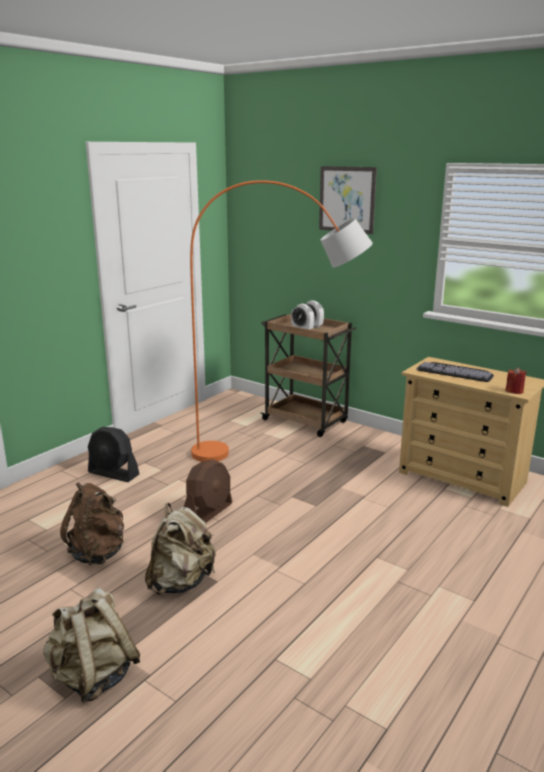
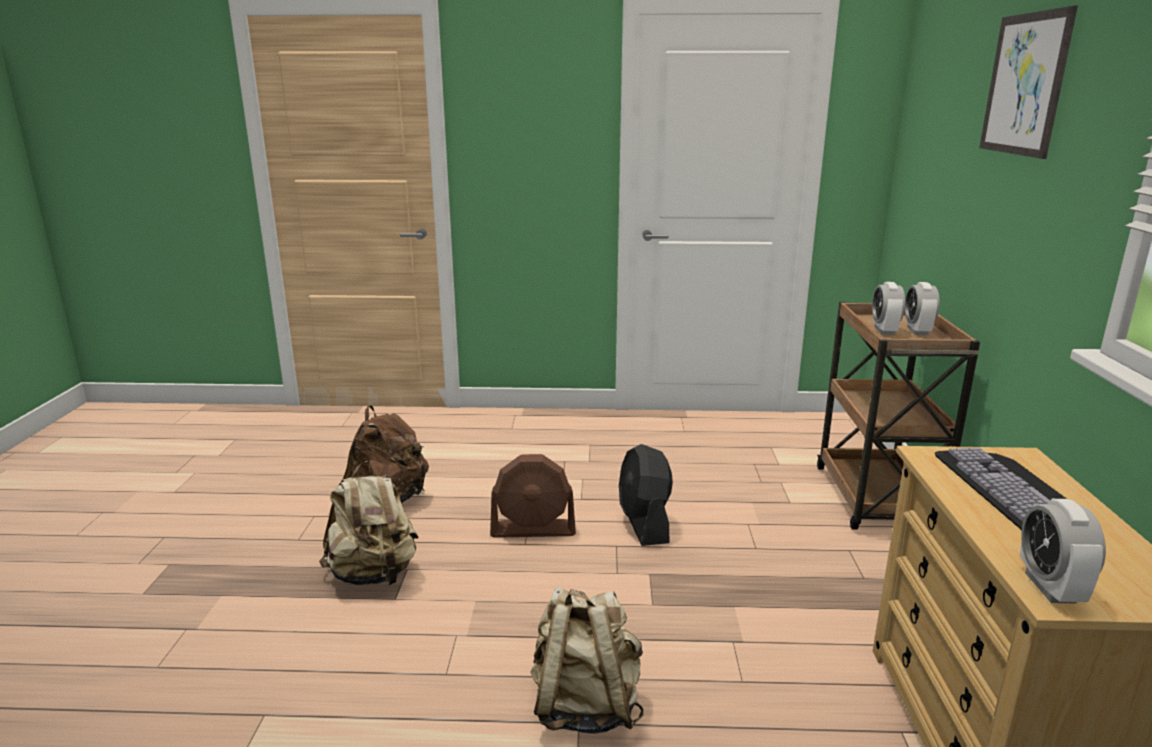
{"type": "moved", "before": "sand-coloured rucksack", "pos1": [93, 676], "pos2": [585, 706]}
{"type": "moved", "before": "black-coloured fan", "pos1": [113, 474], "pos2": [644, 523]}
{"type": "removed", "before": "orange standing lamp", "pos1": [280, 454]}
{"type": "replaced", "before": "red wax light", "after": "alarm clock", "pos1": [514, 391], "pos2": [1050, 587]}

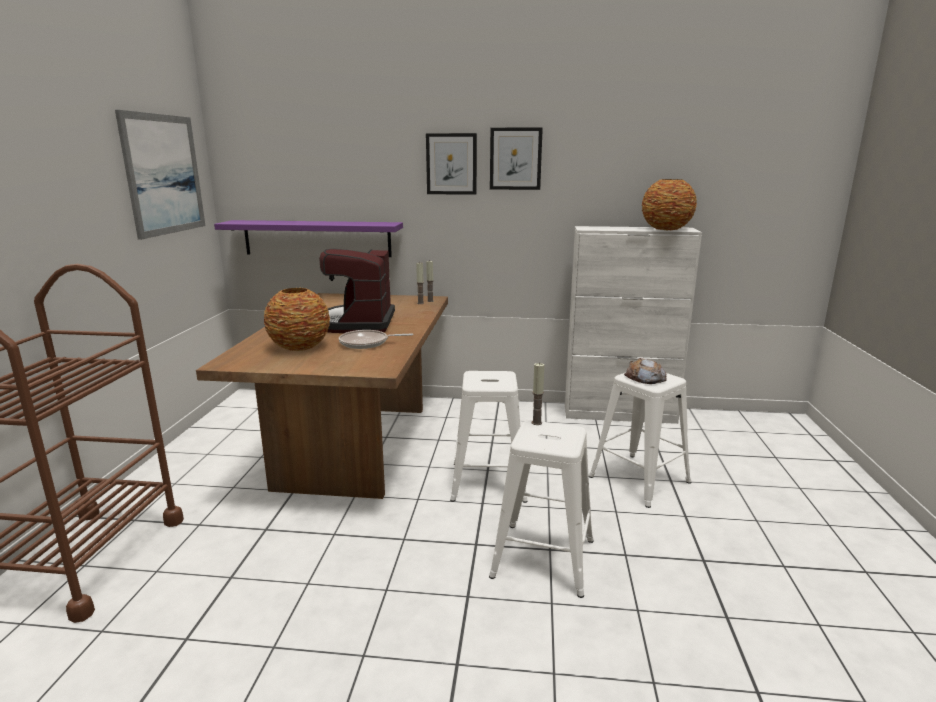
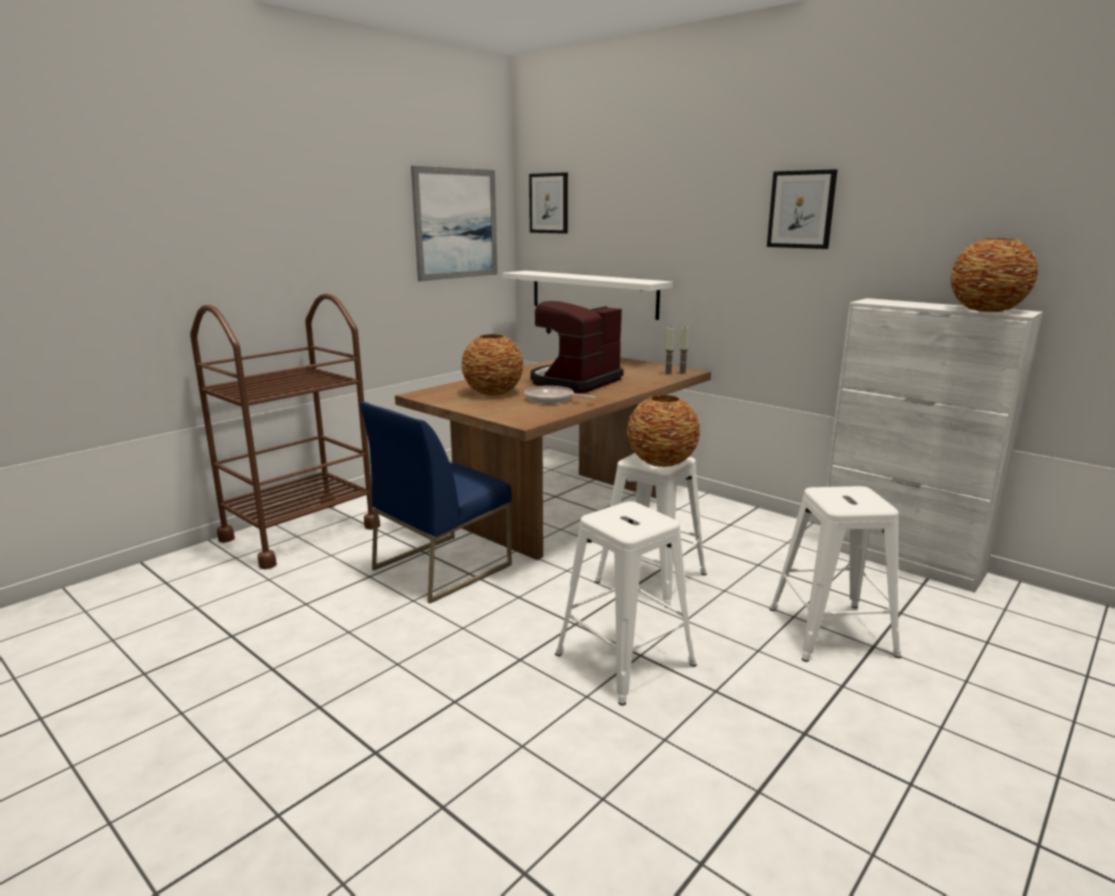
{"type": "recoloured", "before": "purple-coloured wall shelf", "after": "whitish wall shelf", "pos1": [317, 238], "pos2": [593, 294]}
{"type": "moved", "before": "wall picture", "pos1": [451, 164], "pos2": [549, 203]}
{"type": "removed", "before": "wax light", "pos1": [536, 422]}
{"type": "removed", "before": "bakery bread", "pos1": [645, 377]}
{"type": "added", "after": "blue chair", "pos2": [442, 566]}
{"type": "added", "after": "decorative vase", "pos2": [662, 462]}

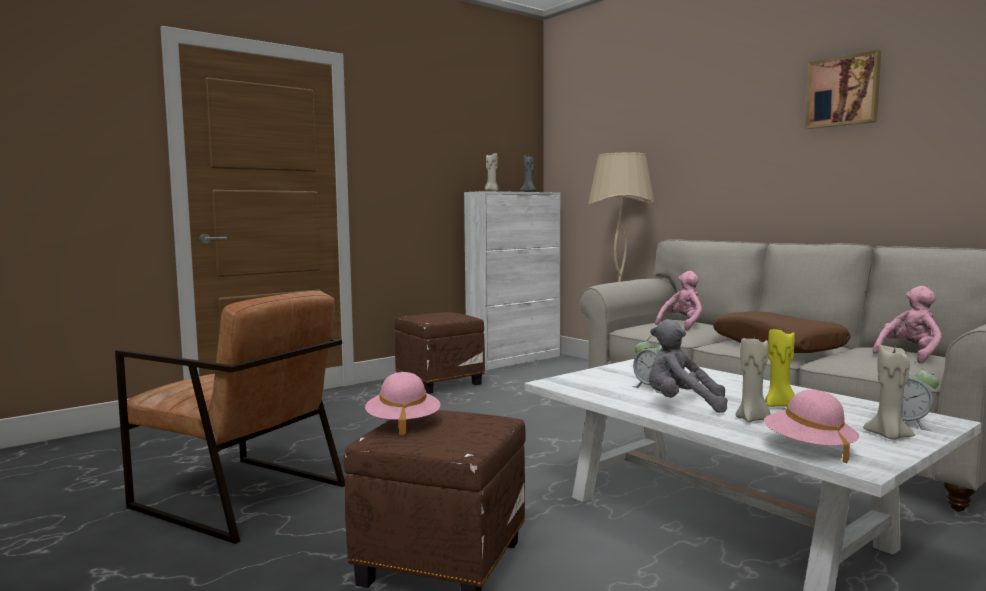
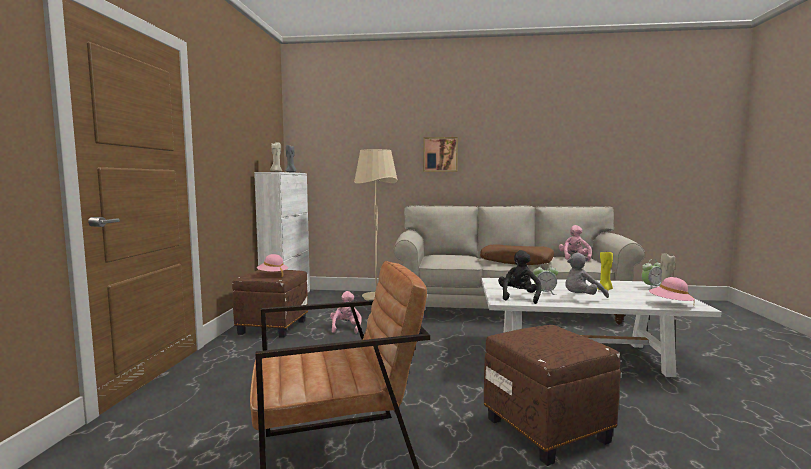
{"type": "moved", "before": "pinkish hat", "pos1": [403, 424], "pos2": [272, 275]}
{"type": "moved", "before": "pinkish soft toy", "pos1": [682, 325], "pos2": [346, 328]}
{"type": "removed", "before": "sand-coloured wax light", "pos1": [752, 419]}
{"type": "moved", "before": "wall picture", "pos1": [843, 91], "pos2": [440, 154]}
{"type": "added", "after": "black-coloured soft toy", "pos2": [519, 297]}

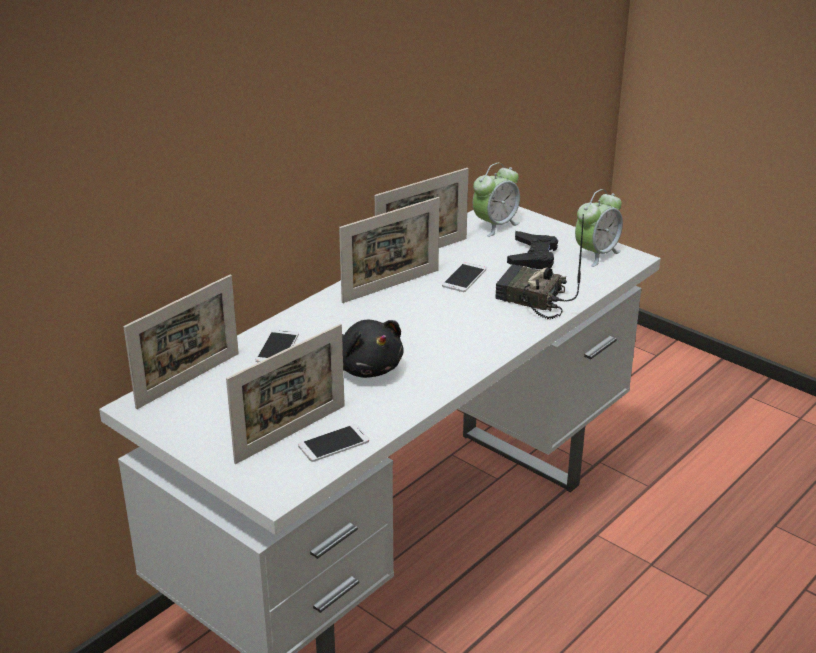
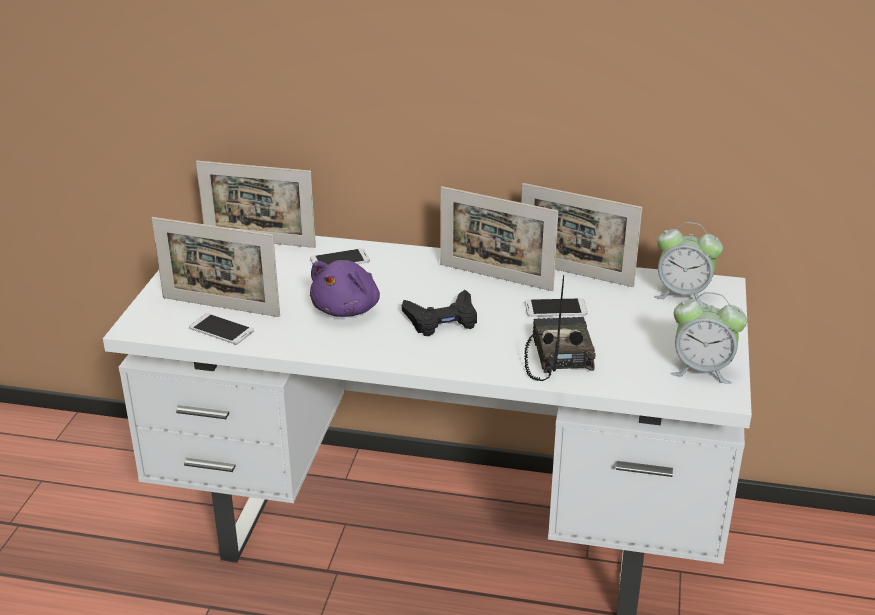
{"type": "recoloured", "before": "black-coloured soft toy", "after": "purple-coloured soft toy", "pos1": [367, 367], "pos2": [348, 308]}
{"type": "moved", "before": "black-coloured gamepad", "pos1": [533, 256], "pos2": [442, 320]}

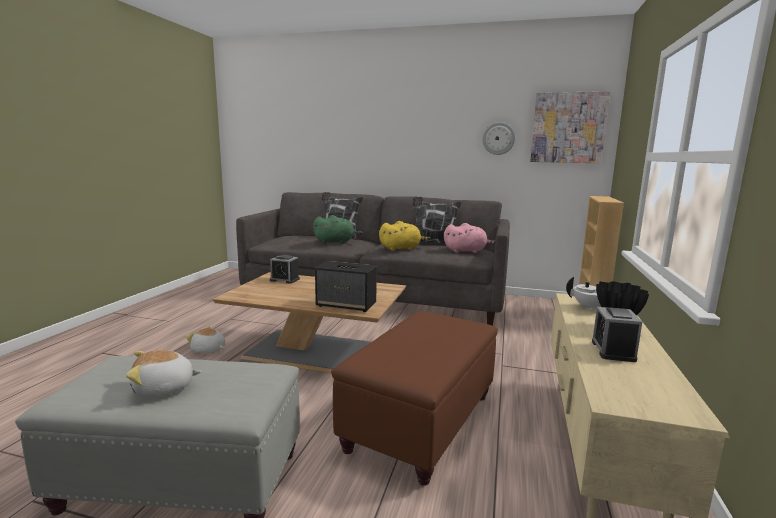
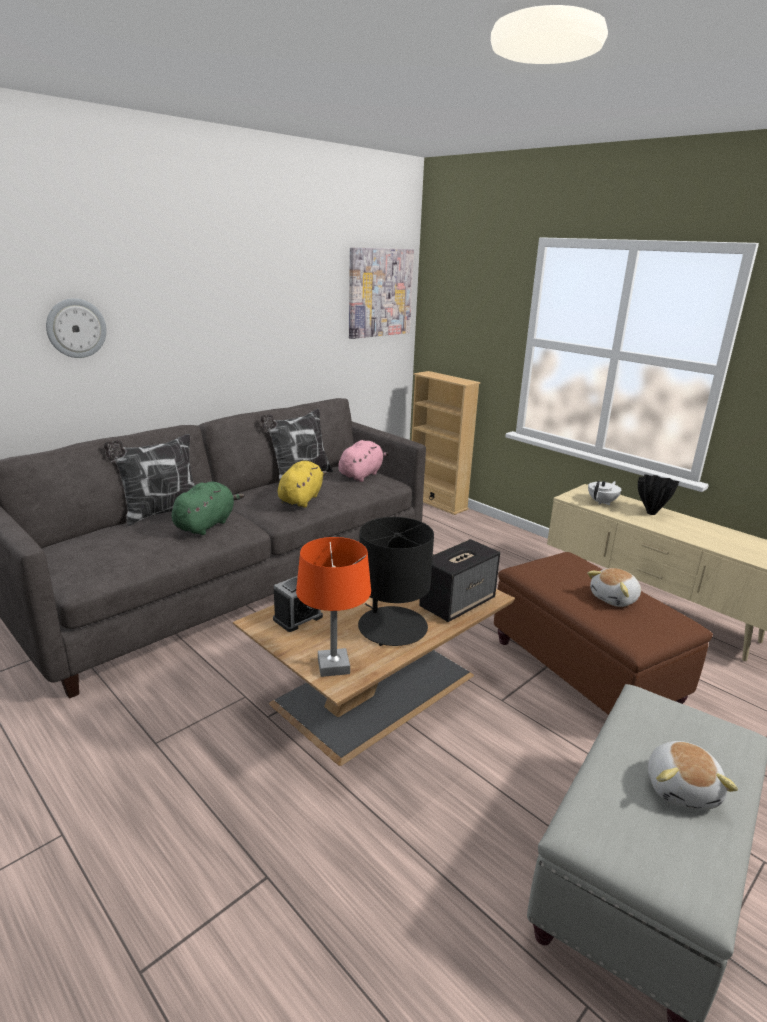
{"type": "moved", "before": "soft toy", "pos1": [208, 350], "pos2": [615, 599]}
{"type": "moved", "before": "wall clock", "pos1": [498, 138], "pos2": [76, 328]}
{"type": "removed", "before": "alarm clock", "pos1": [613, 351]}
{"type": "added", "after": "orange lamp for a table", "pos2": [334, 666]}
{"type": "added", "after": "black-coloured lamp for a table", "pos2": [392, 627]}

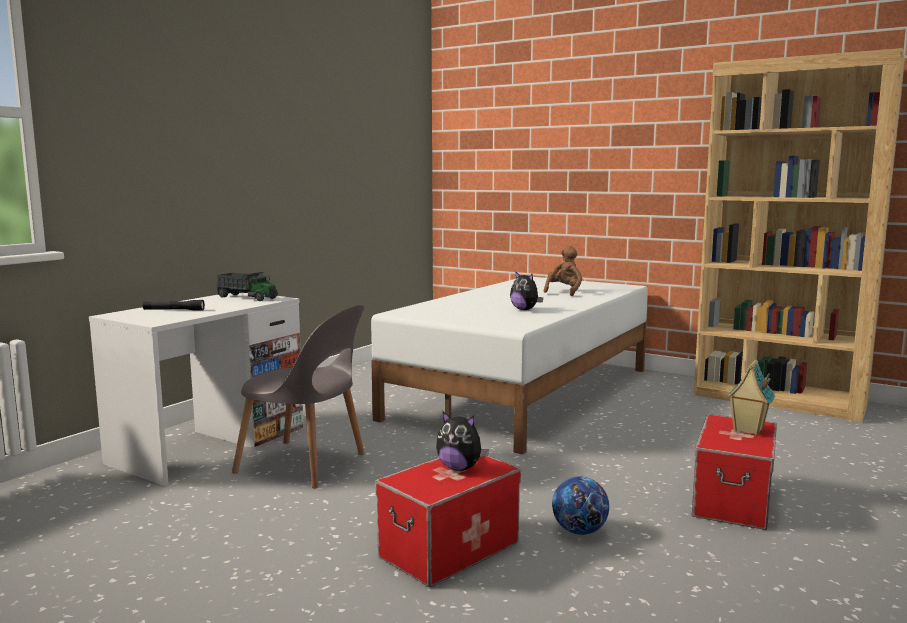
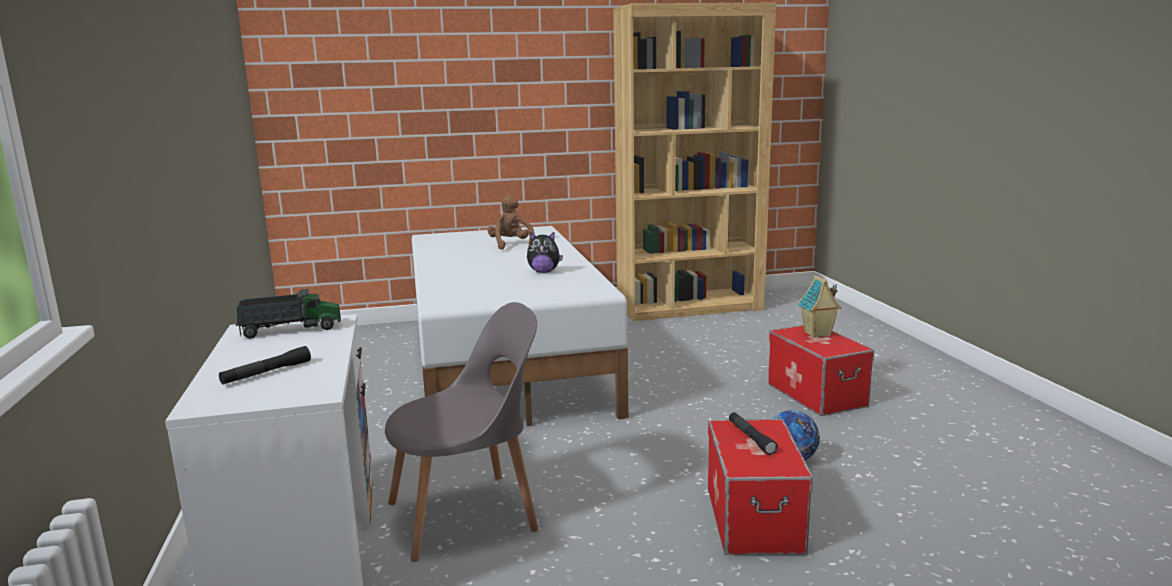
{"type": "replaced", "before": "soft toy", "after": "black-coloured torch", "pos1": [460, 468], "pos2": [751, 438]}

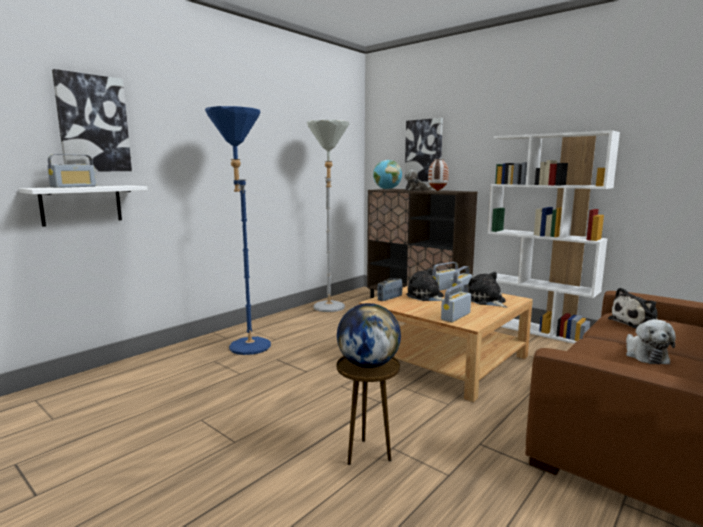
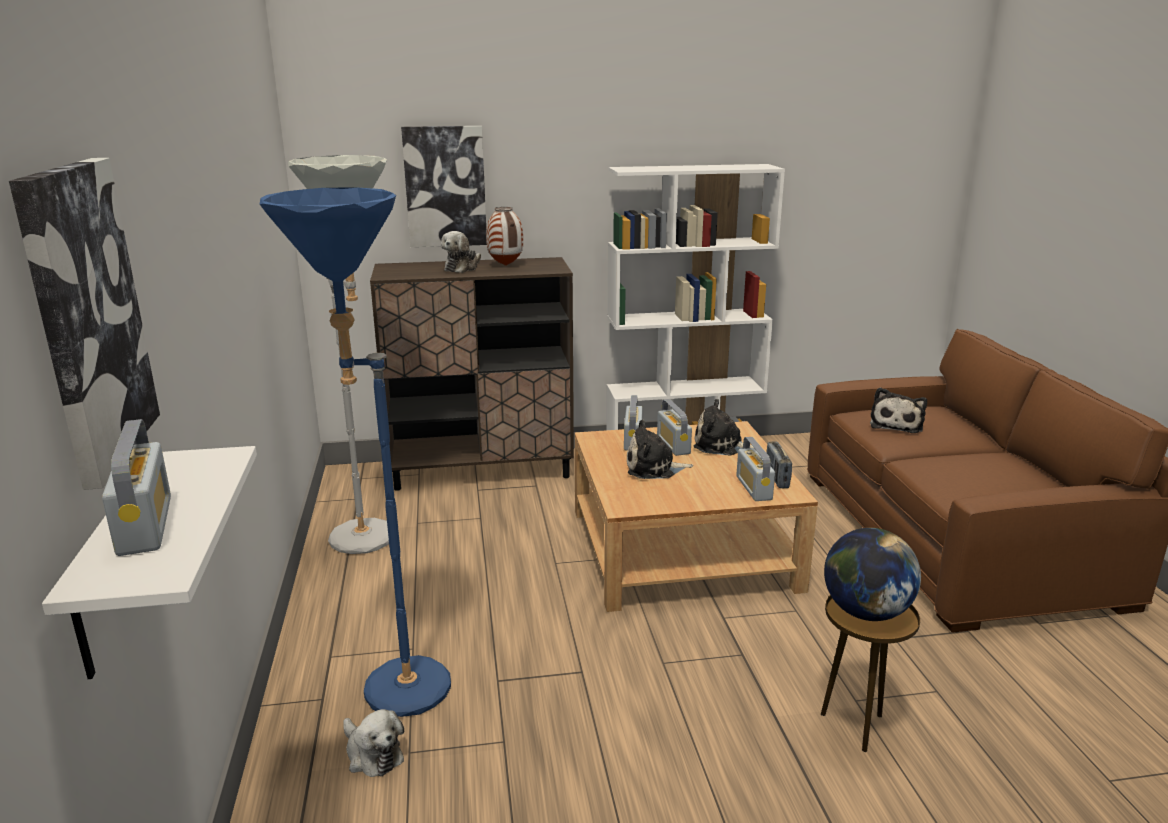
{"type": "removed", "before": "desk globe", "pos1": [387, 189]}
{"type": "moved", "before": "radio", "pos1": [389, 298], "pos2": [776, 478]}
{"type": "moved", "before": "soft toy", "pos1": [645, 355], "pos2": [372, 754]}

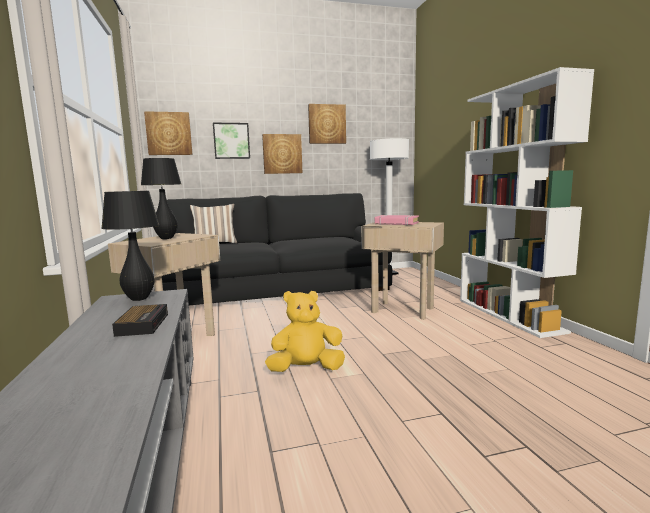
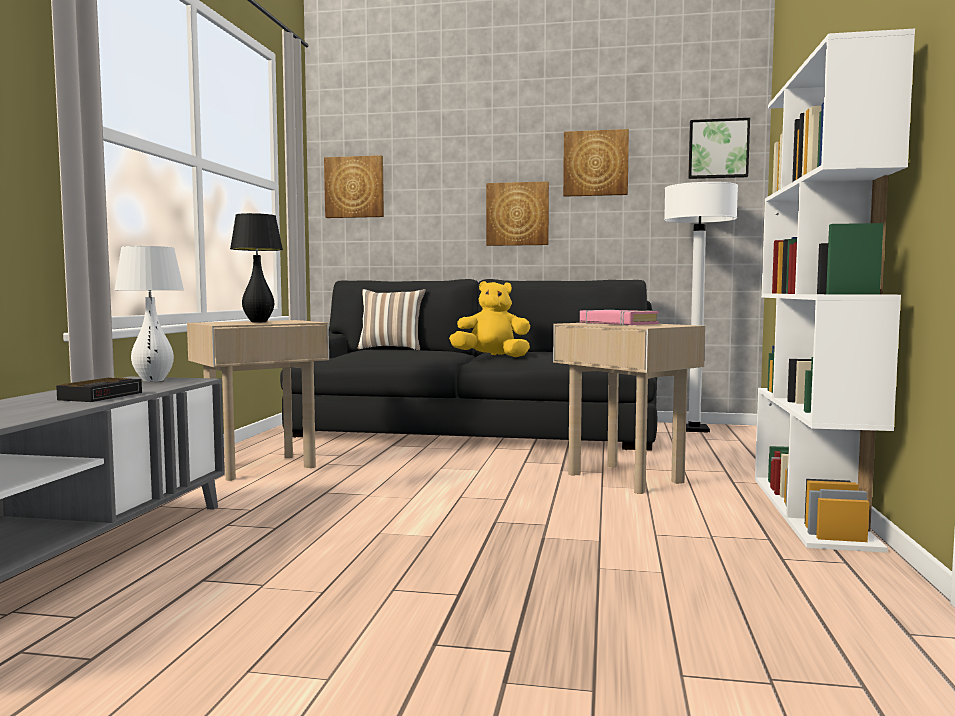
{"type": "recoloured", "before": "black-coloured lamp for a table", "after": "whitish lamp for a table", "pos1": [139, 299], "pos2": [153, 381]}
{"type": "moved", "before": "wall picture", "pos1": [231, 141], "pos2": [718, 149]}
{"type": "moved", "before": "yellow-coloured soft toy", "pos1": [306, 369], "pos2": [492, 357]}

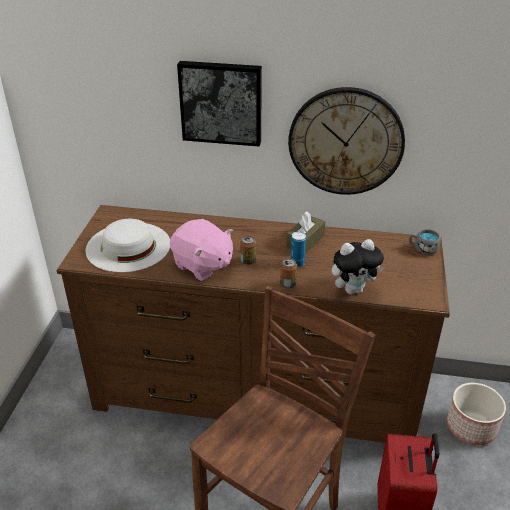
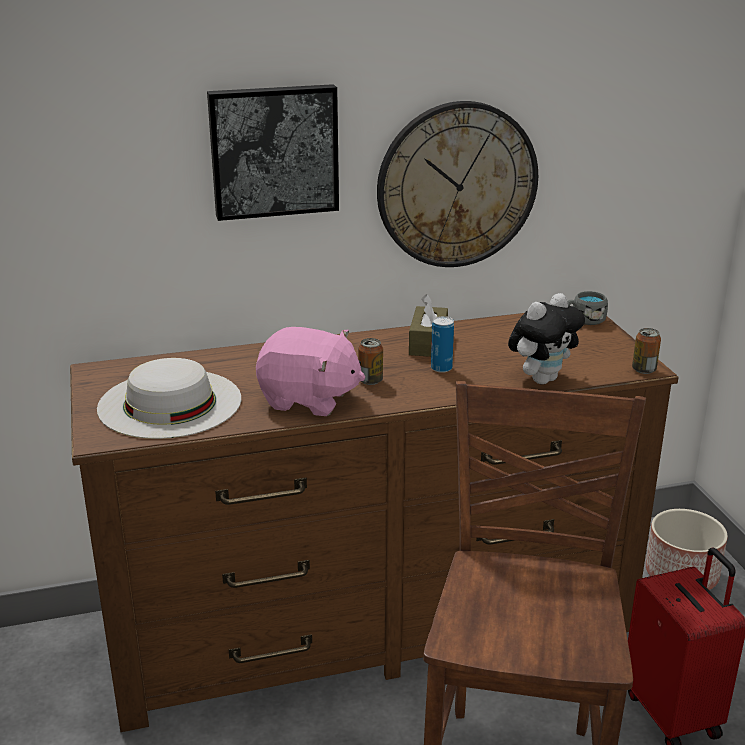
{"type": "moved", "before": "metal can", "pos1": [288, 284], "pos2": [644, 370]}

